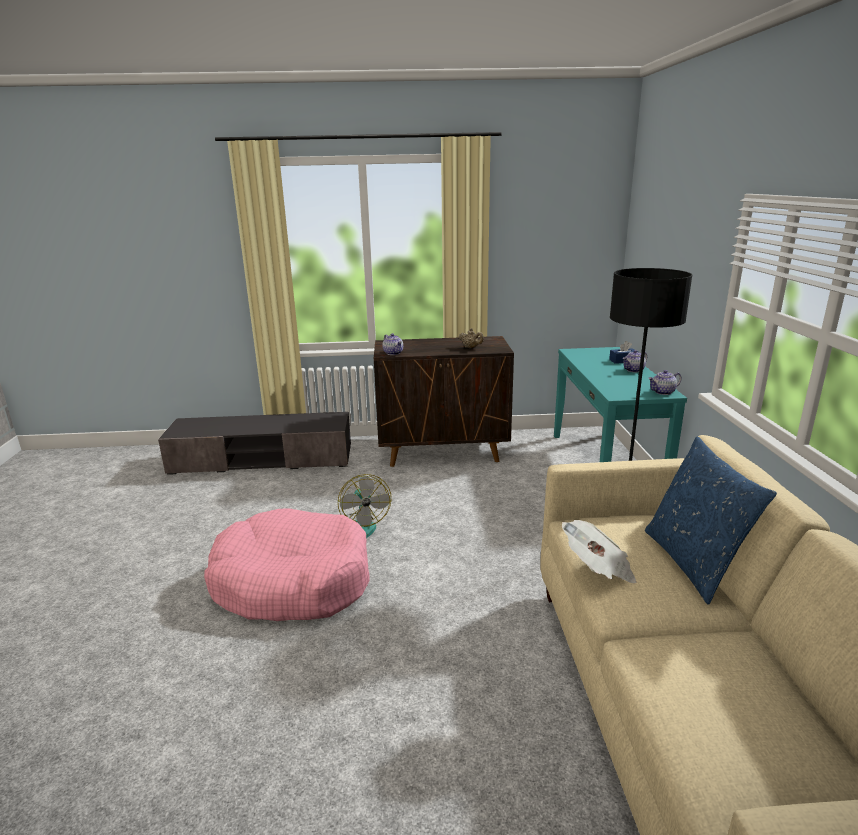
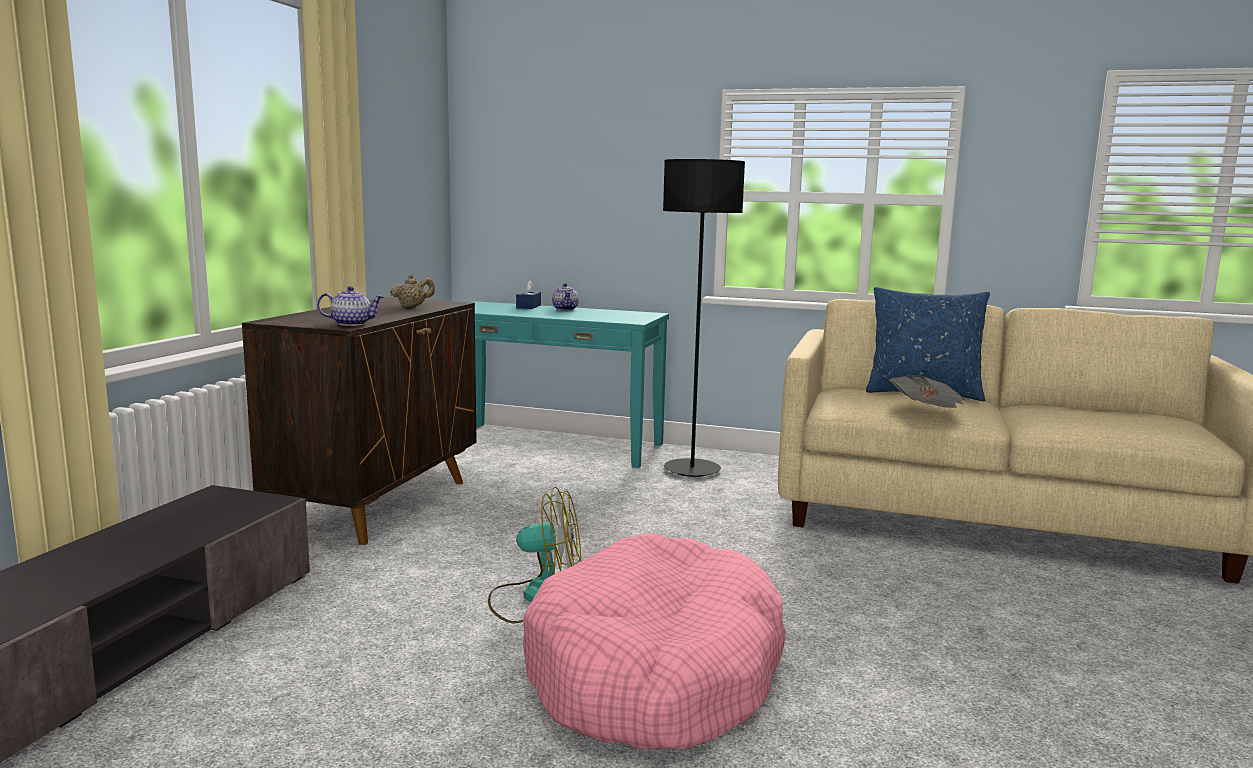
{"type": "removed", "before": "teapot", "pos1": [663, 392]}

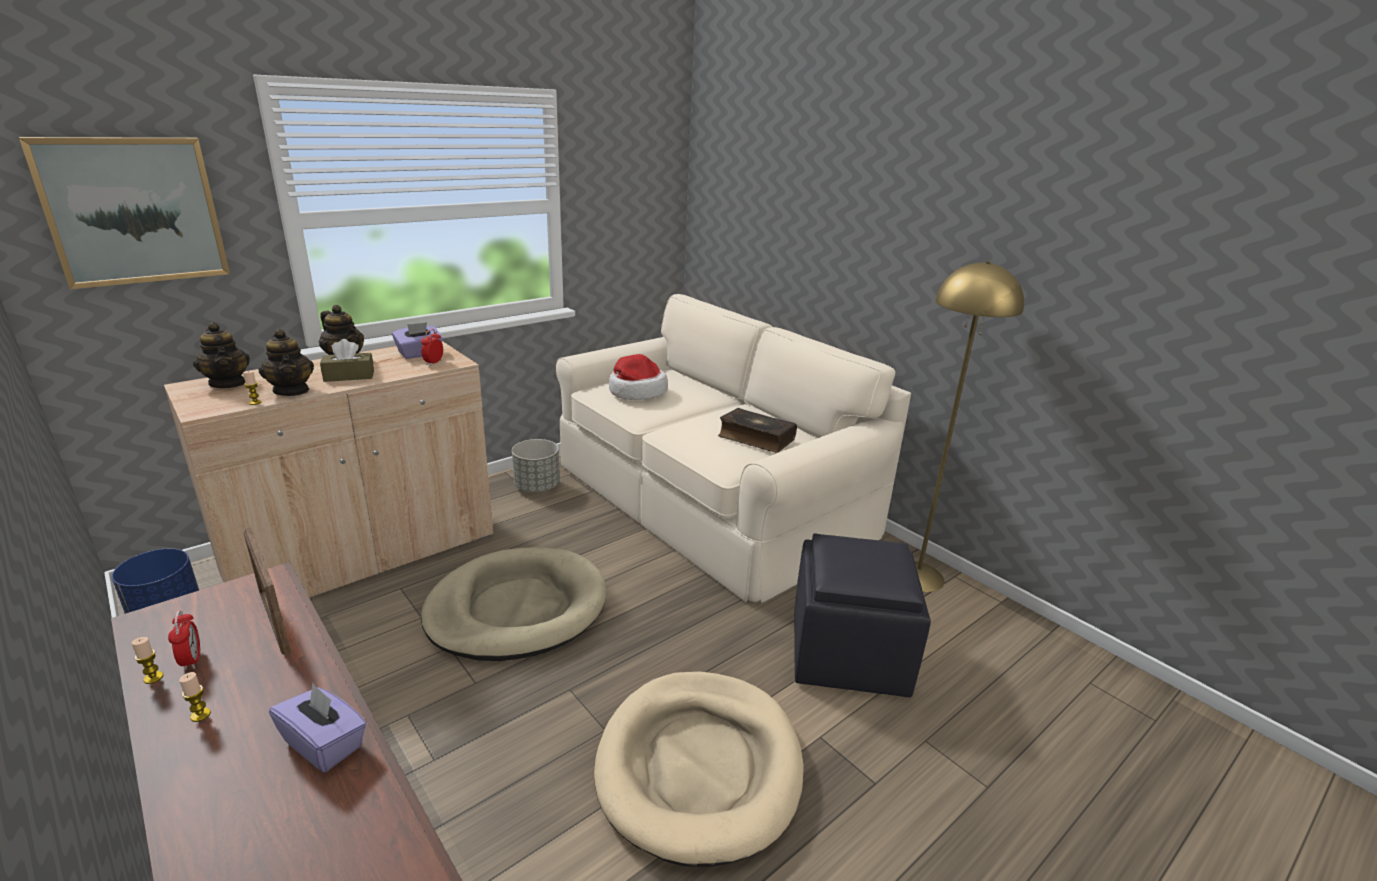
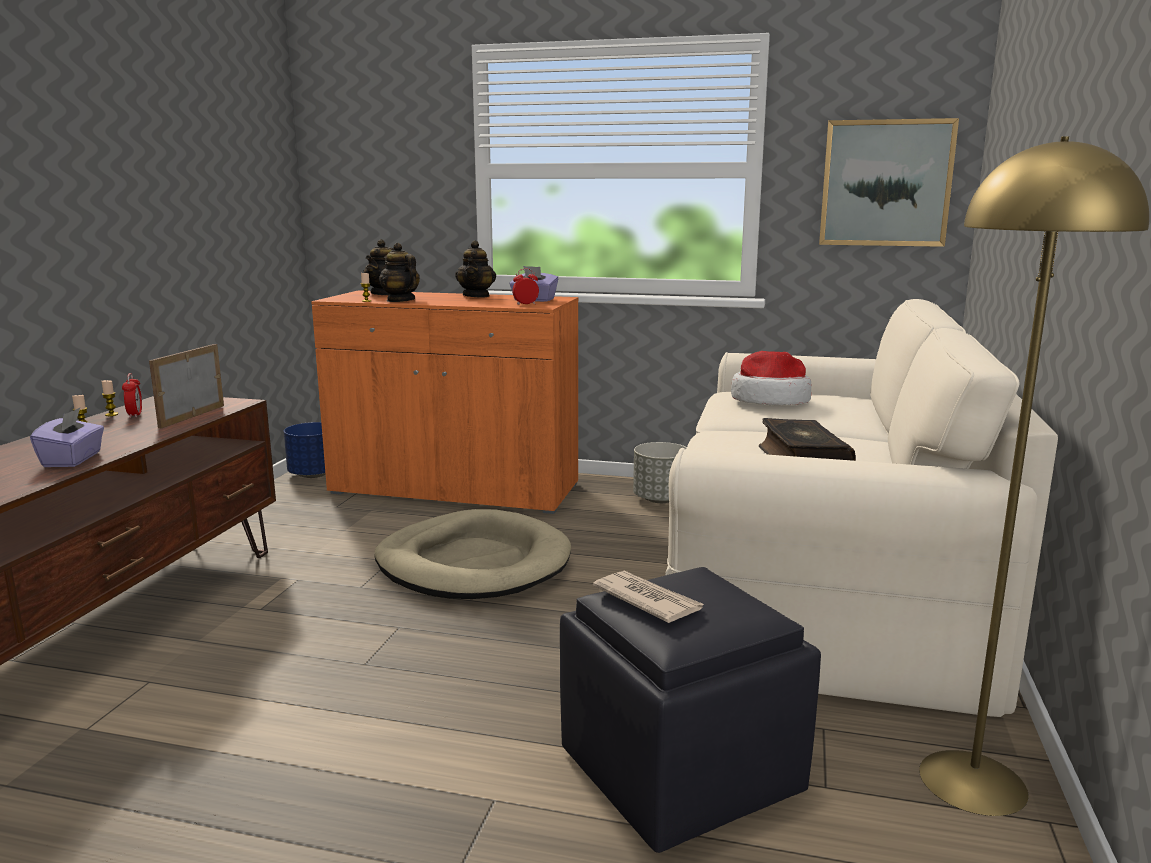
{"type": "moved", "before": "wall picture", "pos1": [133, 211], "pos2": [885, 183]}
{"type": "recoloured", "before": "sand-coloured storage cabinet", "after": "orange storage cabinet", "pos1": [364, 555], "pos2": [454, 489]}
{"type": "turned", "before": "alarm clock", "pos1": [191, 660], "pos2": [135, 415], "turn": -45}
{"type": "turned", "before": "teapot", "pos1": [292, 390], "pos2": [400, 300], "turn": 120}
{"type": "removed", "before": "brownish tissue box", "pos1": [349, 376]}
{"type": "removed", "before": "sand-coloured pet bed", "pos1": [699, 766]}
{"type": "added", "after": "daily paper", "pos2": [647, 600]}

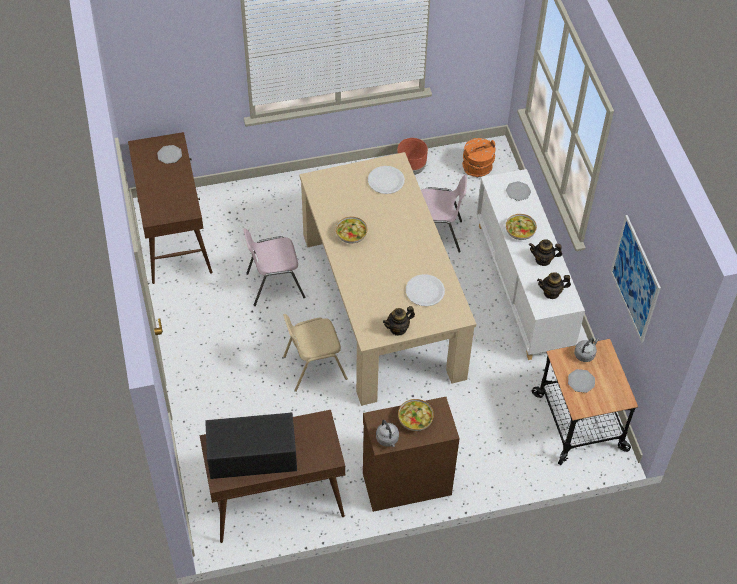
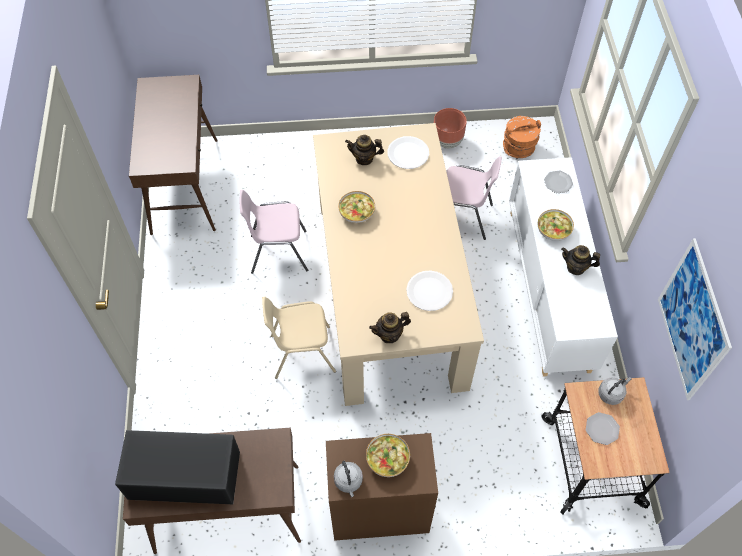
{"type": "removed", "before": "plate", "pos1": [170, 155]}
{"type": "moved", "before": "teapot", "pos1": [551, 292], "pos2": [364, 158]}

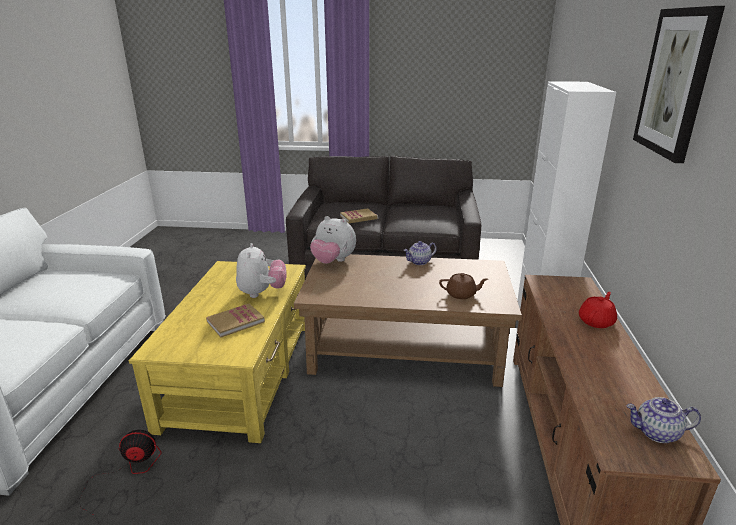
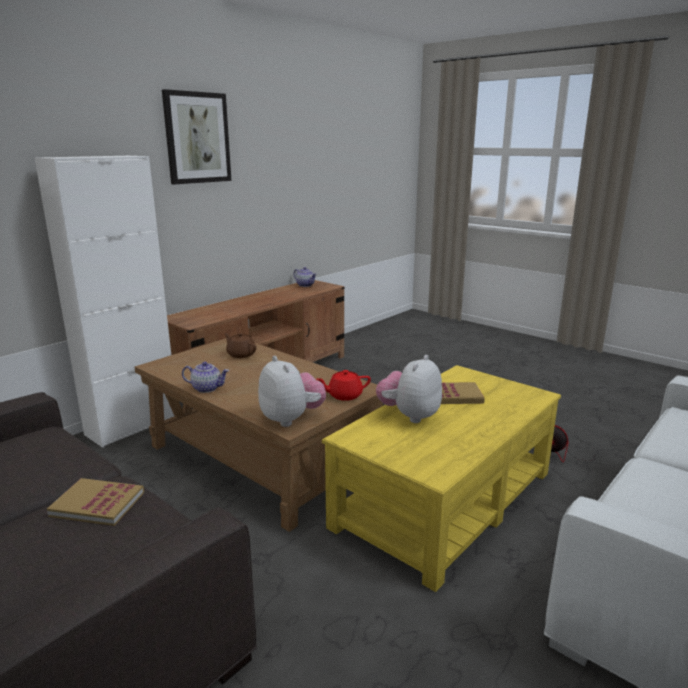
{"type": "moved", "before": "red teapot", "pos1": [596, 321], "pos2": [344, 395]}

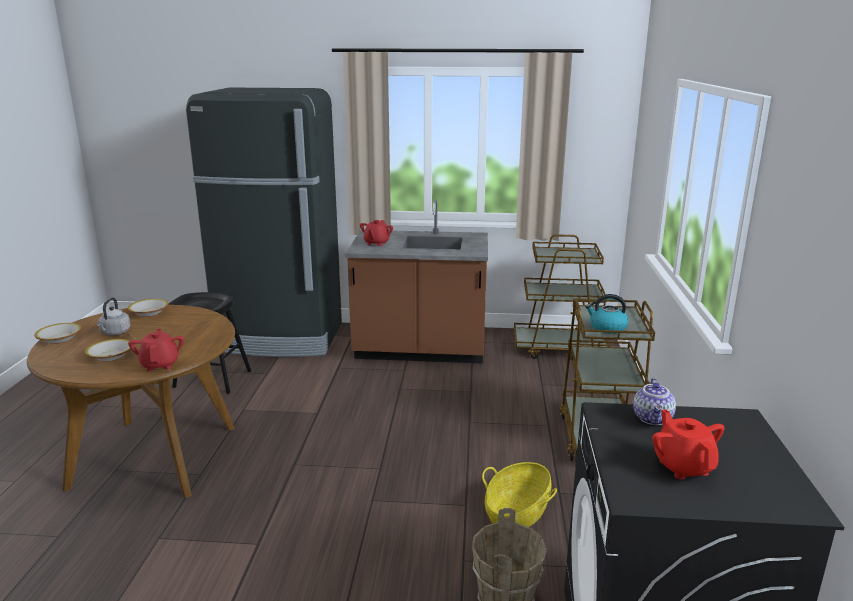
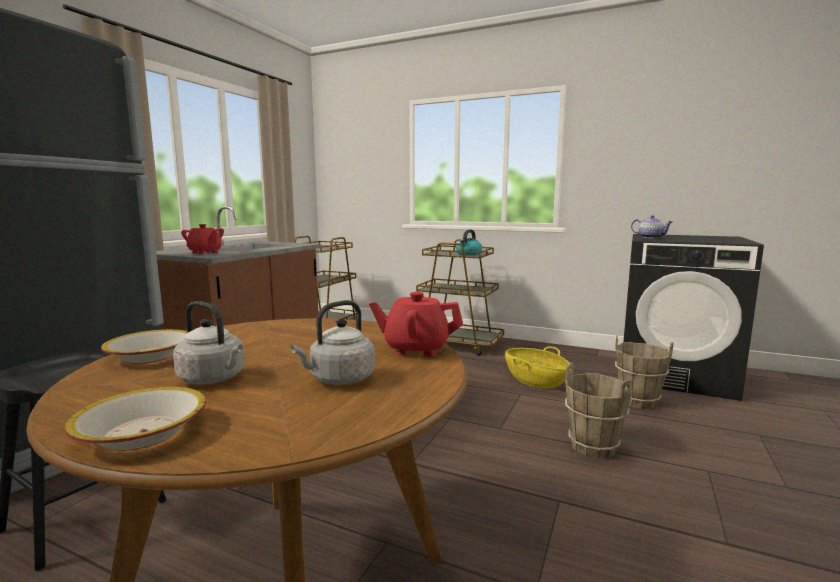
{"type": "replaced", "before": "deep dish", "after": "gray water kettle", "pos1": [110, 356], "pos2": [339, 380]}
{"type": "removed", "before": "red teapot", "pos1": [683, 466]}
{"type": "added", "after": "brownish bucket", "pos2": [593, 446]}

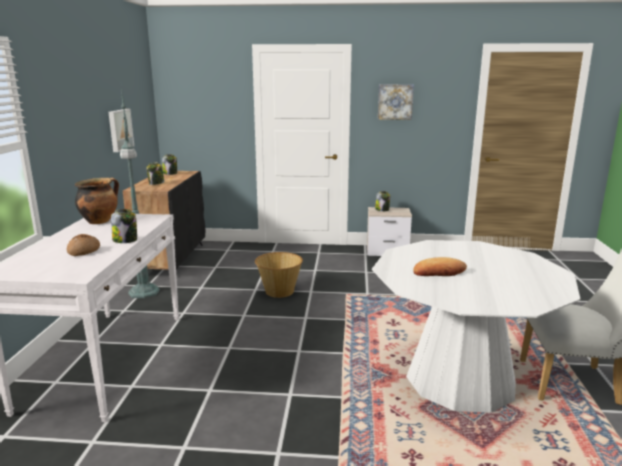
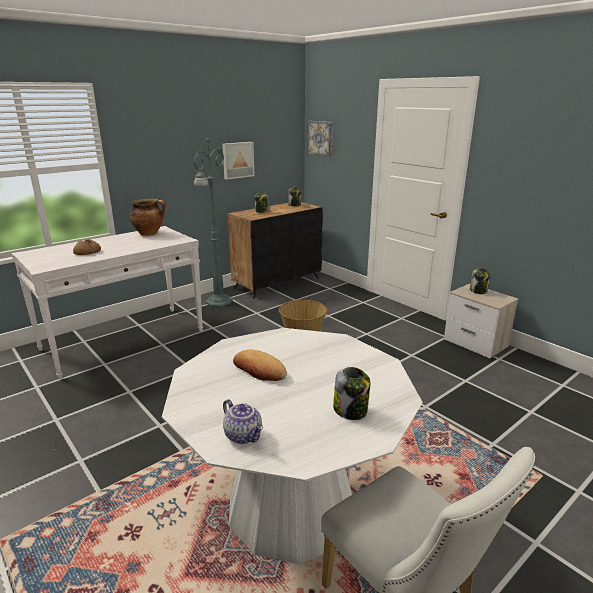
{"type": "moved", "before": "jar", "pos1": [125, 240], "pos2": [351, 410]}
{"type": "moved", "before": "wall picture", "pos1": [395, 102], "pos2": [321, 138]}
{"type": "added", "after": "teapot", "pos2": [244, 435]}

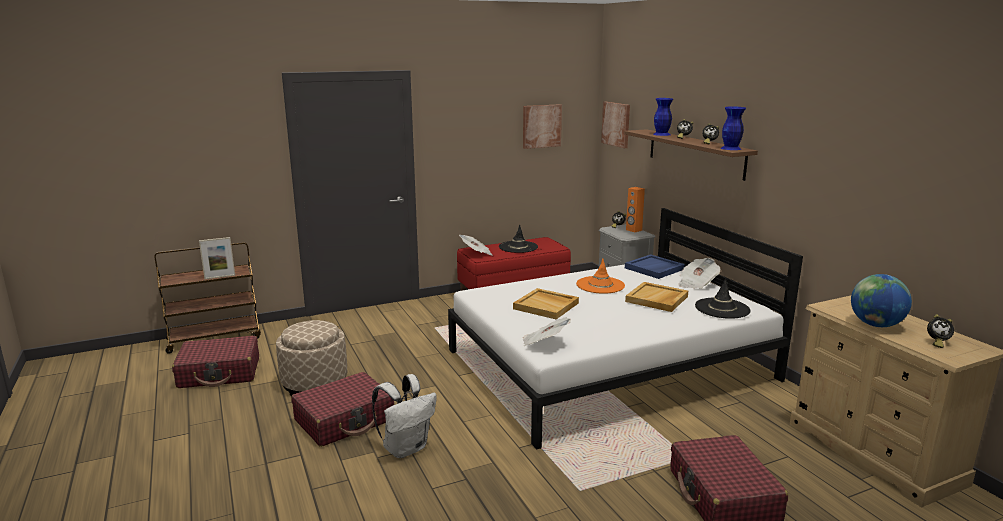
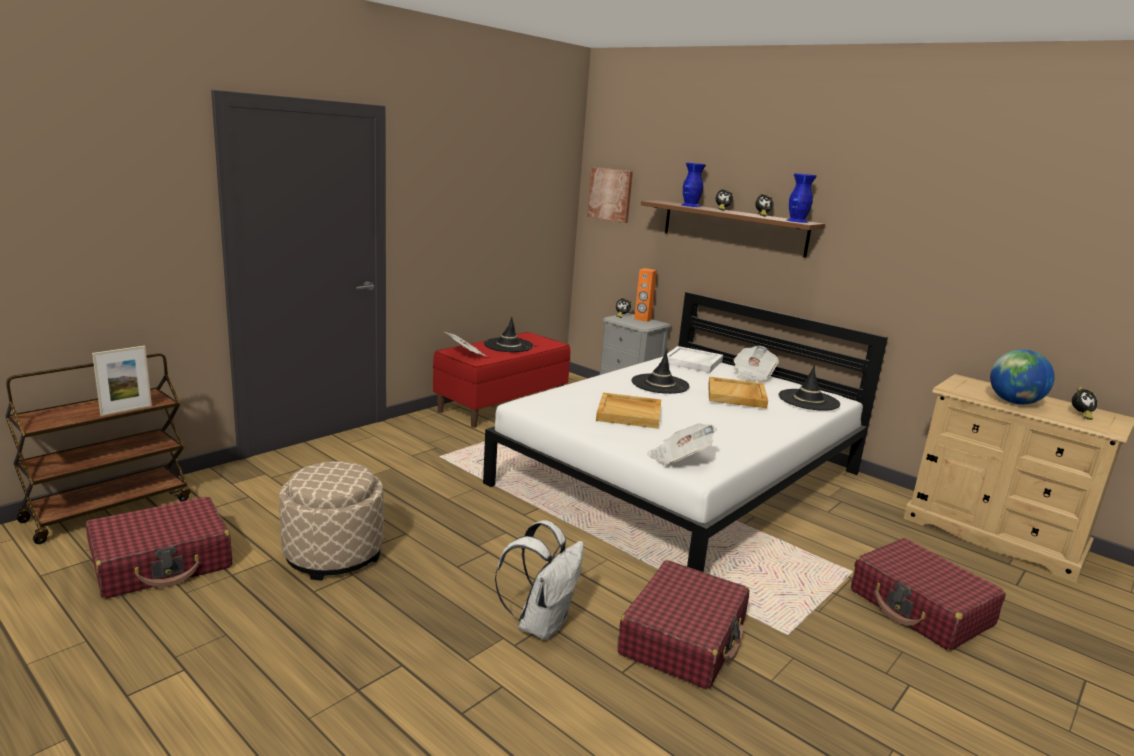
{"type": "moved", "before": "red piece of luggage", "pos1": [345, 420], "pos2": [683, 638]}
{"type": "removed", "before": "wall picture", "pos1": [541, 126]}
{"type": "recoloured", "before": "orange hat", "after": "black-coloured hat", "pos1": [600, 285], "pos2": [660, 384]}
{"type": "recoloured", "before": "blue carrying tray", "after": "whitish carrying tray", "pos1": [654, 269], "pos2": [693, 362]}

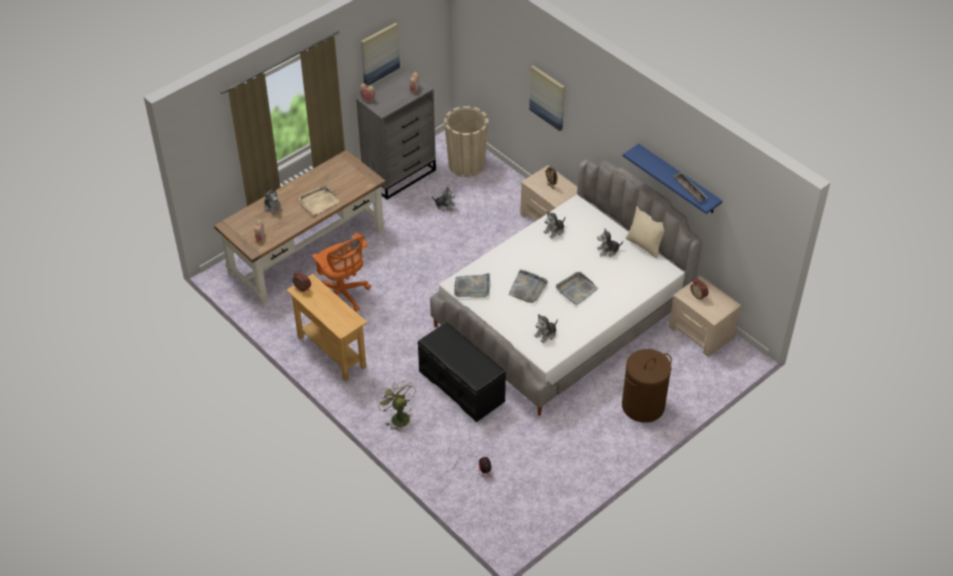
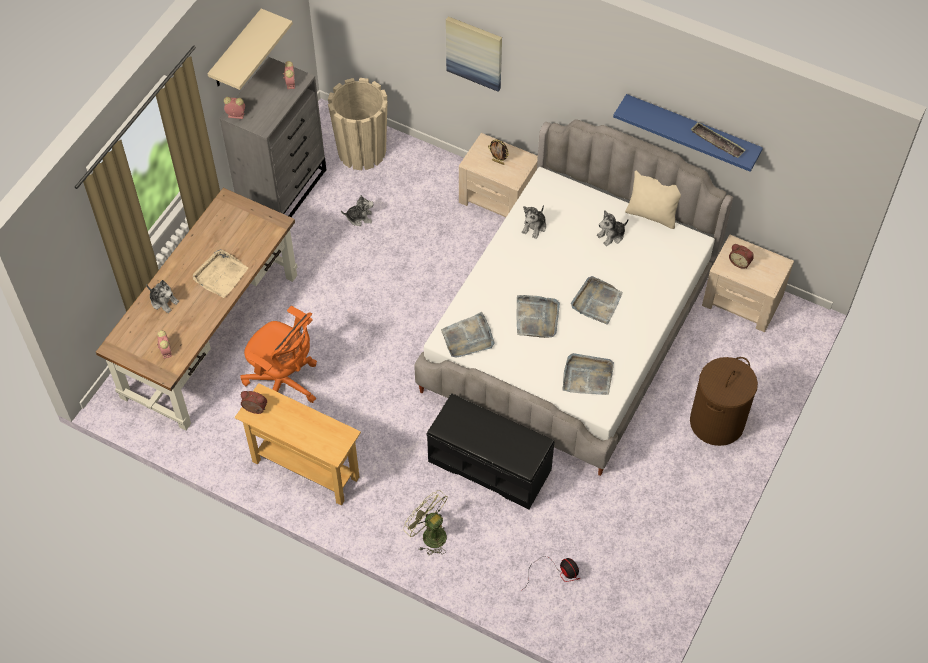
{"type": "replaced", "before": "wall picture", "after": "sand-coloured wall shelf", "pos1": [379, 53], "pos2": [236, 50]}
{"type": "replaced", "before": "soft toy", "after": "gray carrying tray", "pos1": [546, 334], "pos2": [587, 376]}

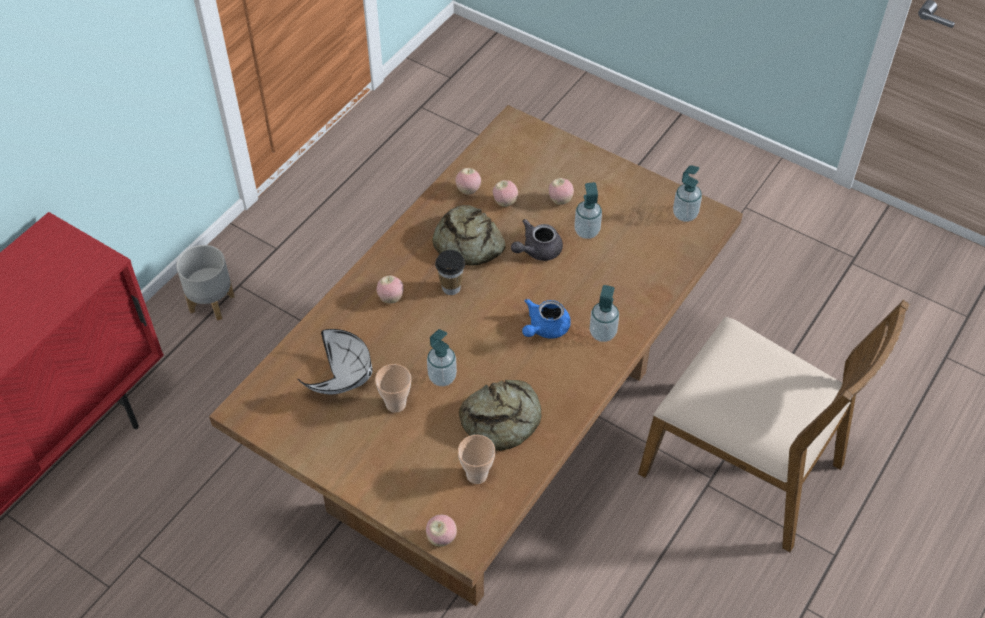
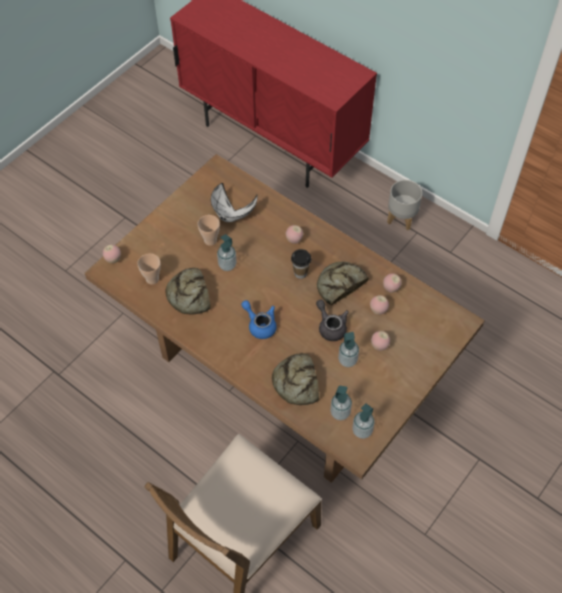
{"type": "moved", "before": "soap bottle", "pos1": [602, 333], "pos2": [340, 412]}
{"type": "added", "after": "bakery bread", "pos2": [296, 383]}

